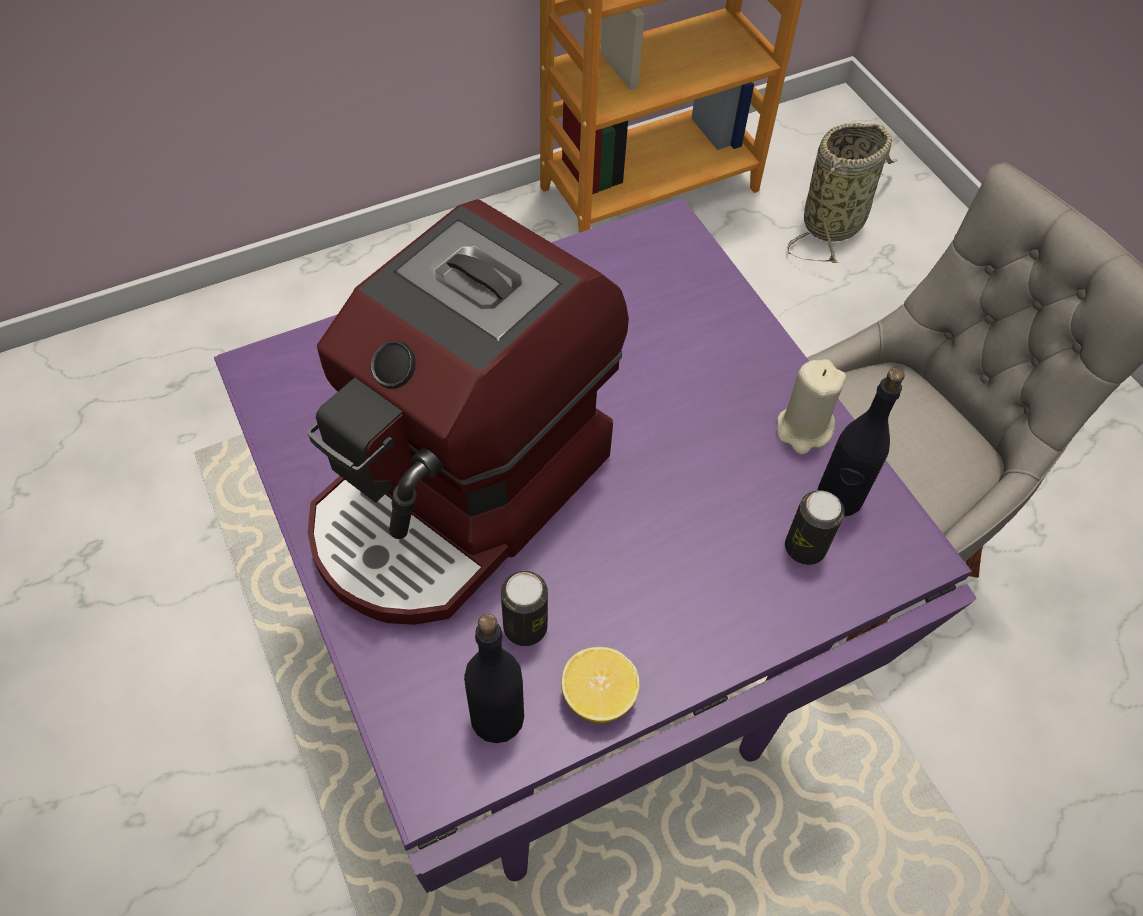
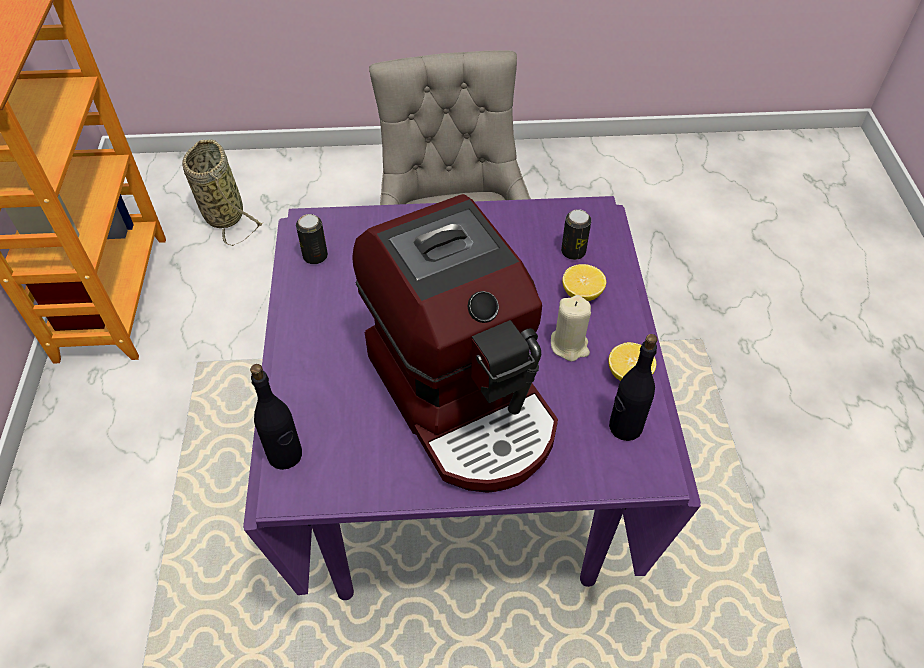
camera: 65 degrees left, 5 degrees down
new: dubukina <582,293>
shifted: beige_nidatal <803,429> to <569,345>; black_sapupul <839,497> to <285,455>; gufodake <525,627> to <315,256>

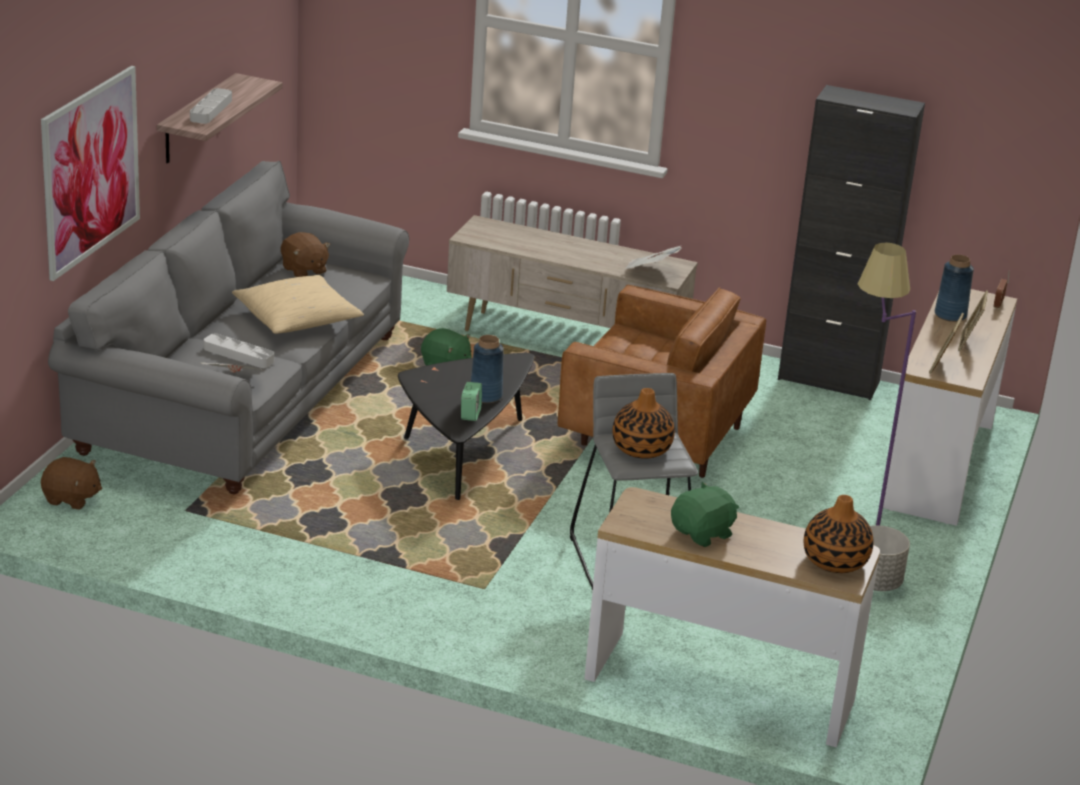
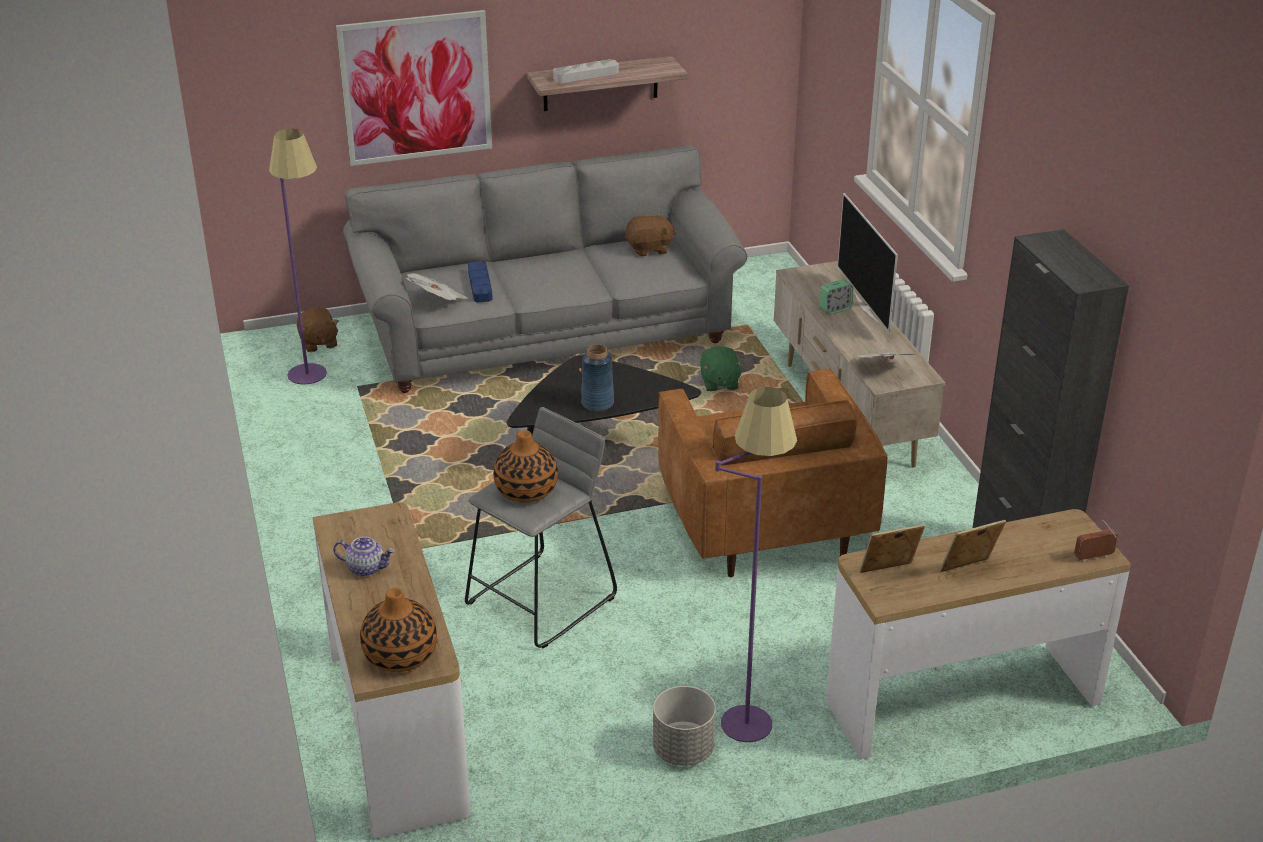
camera: 55 degrees right, 5 degrees up
gone: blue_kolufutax <950,315>; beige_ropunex <297,319>
new: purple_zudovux <315,381>; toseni <867,308>
shifted: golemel <470,414> to <835,309>
swapped: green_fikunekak <703,533> to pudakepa <366,568>
repainted: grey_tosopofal <238,355> to blue_tosopofal <480,285>
rotated: brown_fikunekak <304,270> = <649,249> 120 degrees counterclockwise

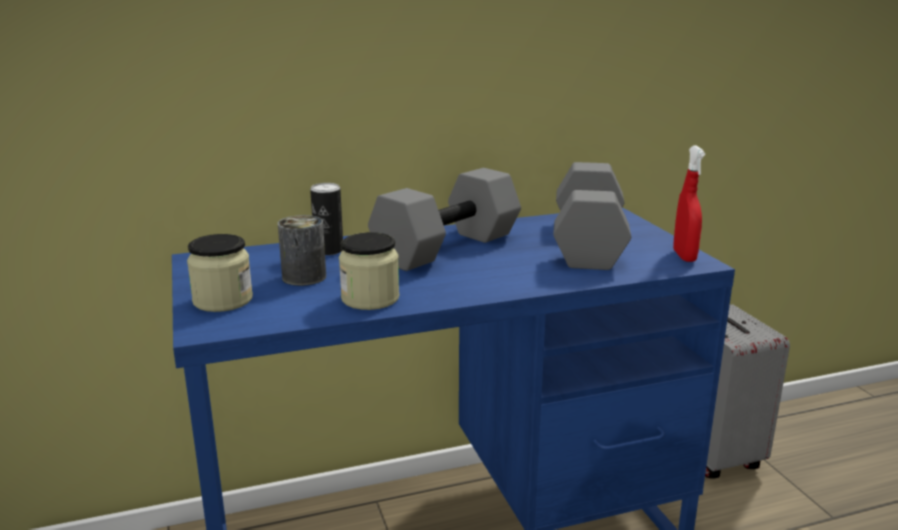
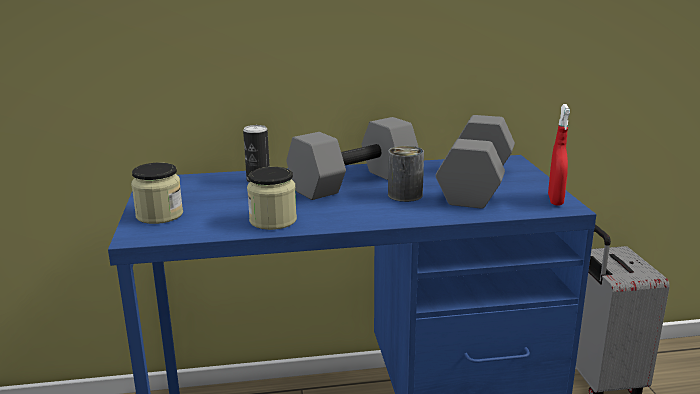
camera: 10 degrees right, 0 degrees up
shifted: gufodake <304,277> to <405,195>

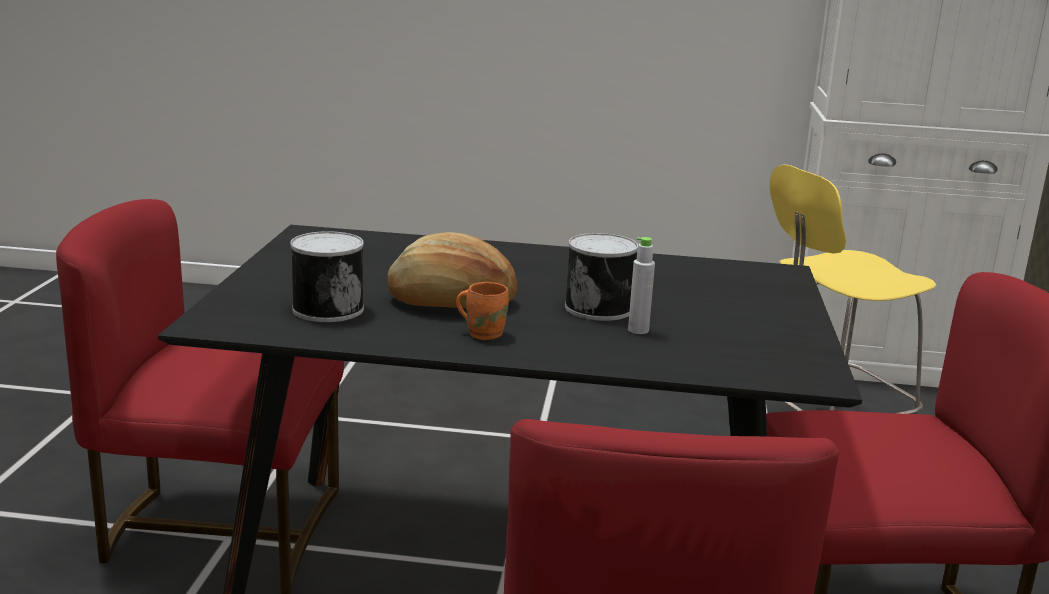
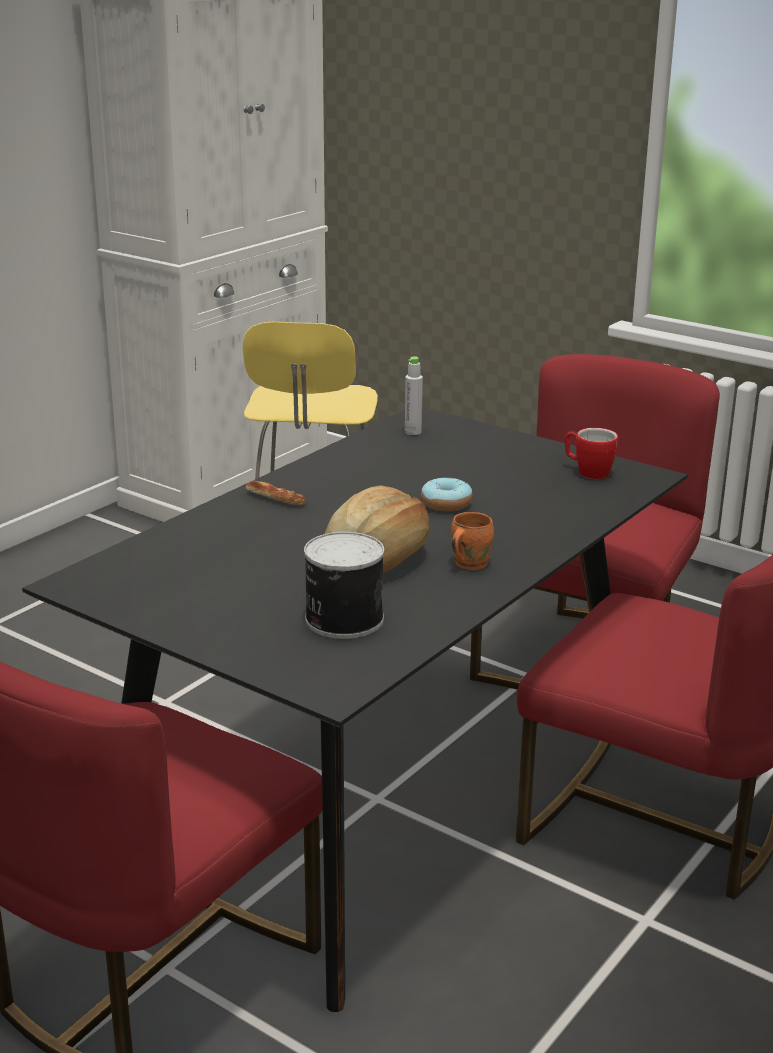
camera: 60 degrees left, 5 degrees up
new: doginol <587,472>; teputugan <275,499>
shifted: grey_sapupul <638,330> to <413,432>
swapped: gufodake <600,308> to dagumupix <446,504>

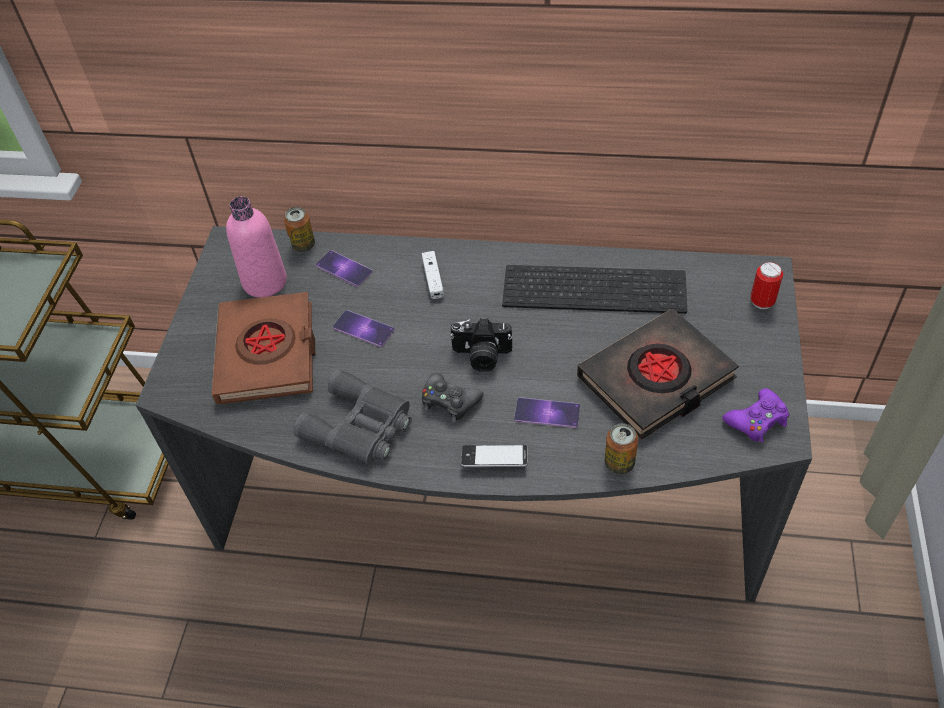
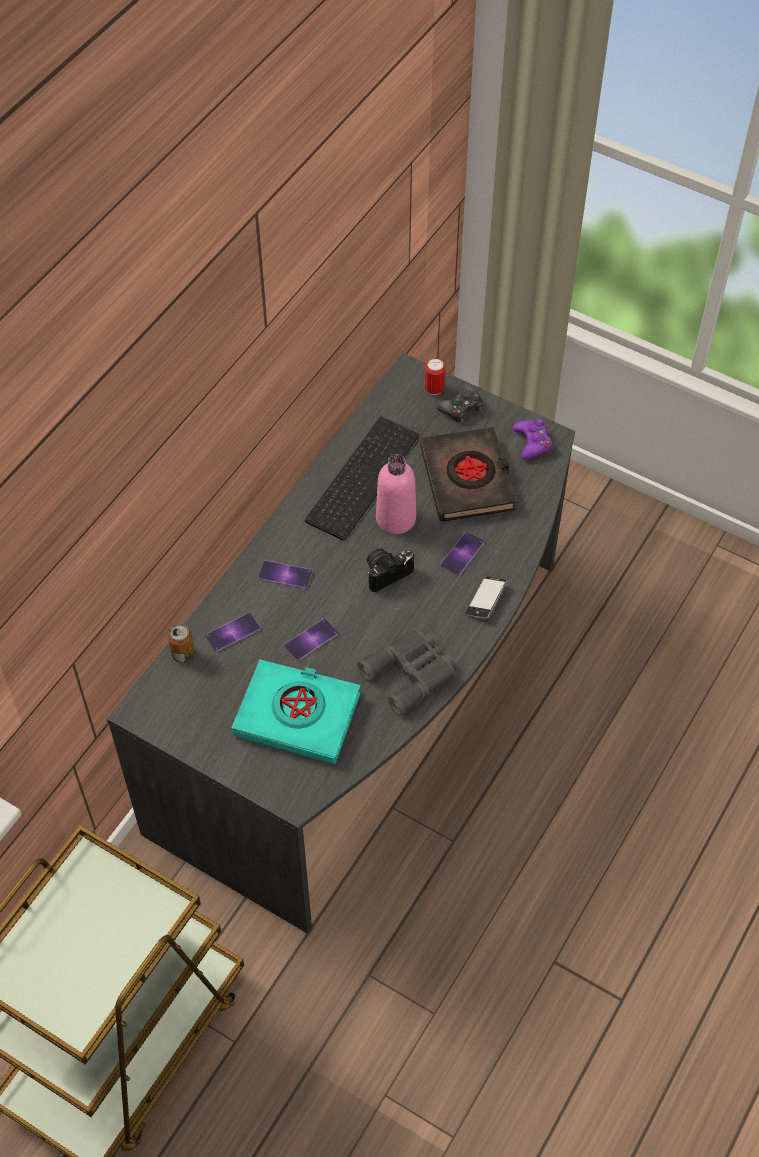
camera: 70 degrees left, 5 degrees up
gone: gufodake <619,463>
shifted: pink_sapupul <265,282> to <395,519>; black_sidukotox <449,401> to <461,408>
swapped: white_sidukotox <433,279> to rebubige <285,574>
repainted: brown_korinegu <267,353> to turquoise_korinegu <297,715>
rotated: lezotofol <481,356> = <386,572> 150 degrees counterclockwise

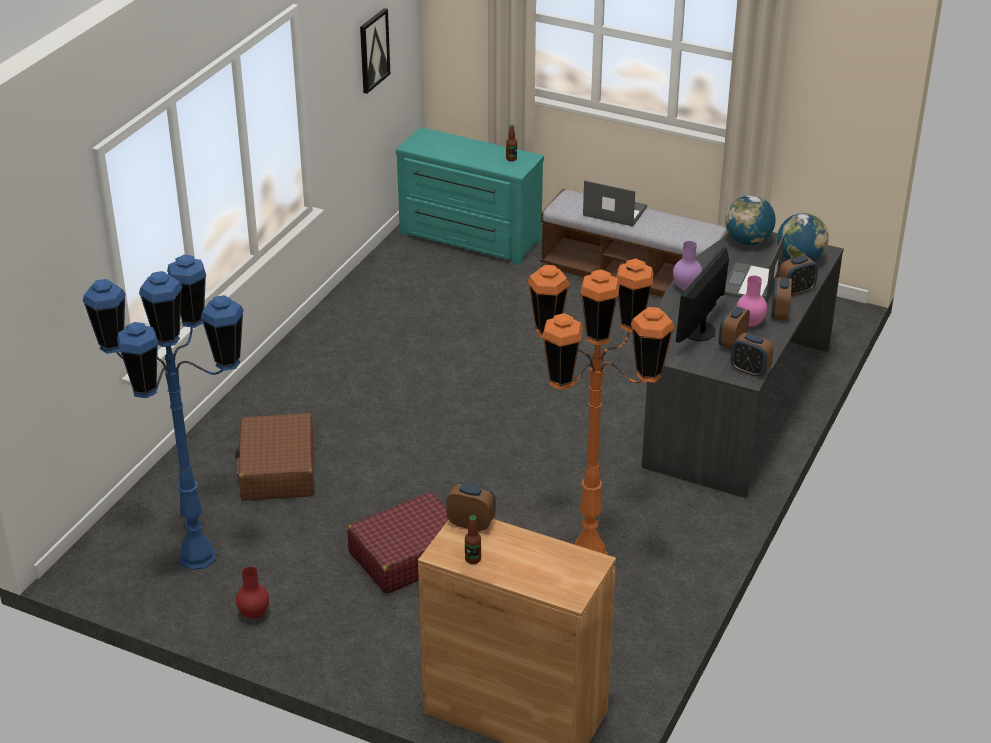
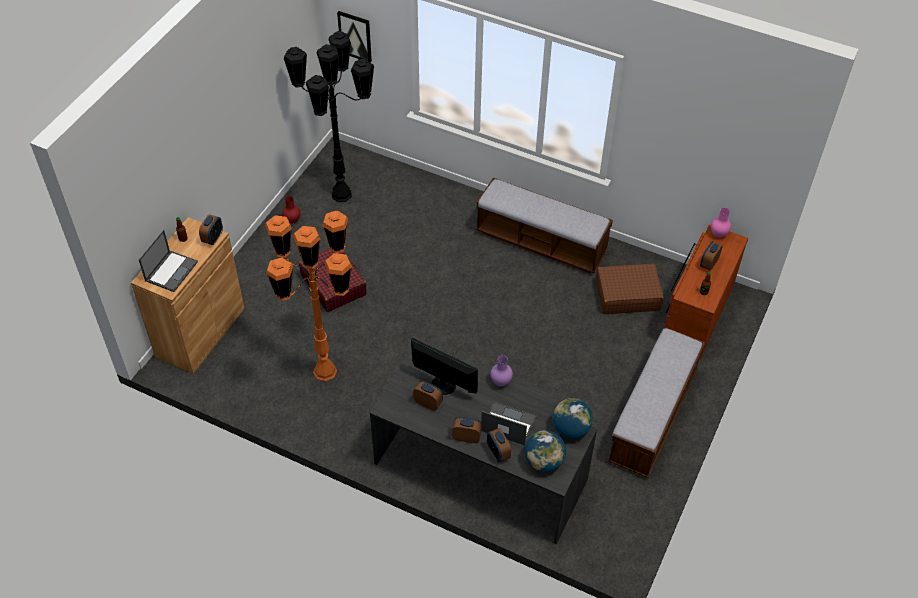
camera: 90 degrees right, 15 degrees up
new: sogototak <541,242>
shifted: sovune <373,50> to <355,36>; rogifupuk <614,211> to <171,271>; pink_kolufutax <750,324> to <718,234>; golemel <750,370> to <708,264>; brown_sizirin <277,470> to <627,295>
repainted: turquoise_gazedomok <468,238> to brown_gazedomok <695,314>; blue_zudovux <198,556> to black_zudovux <342,195>

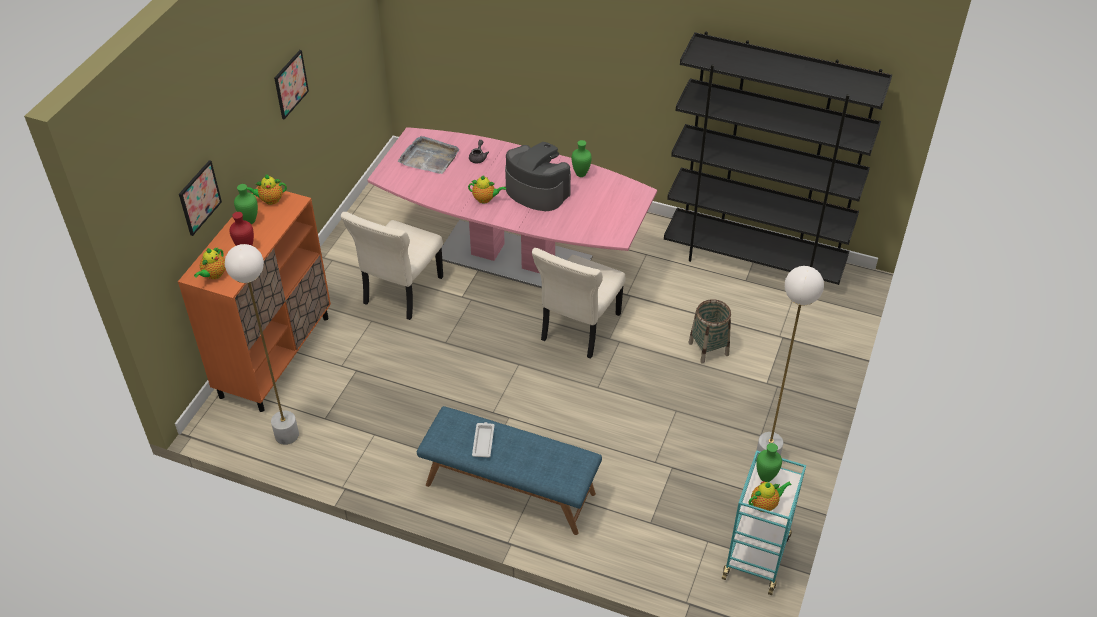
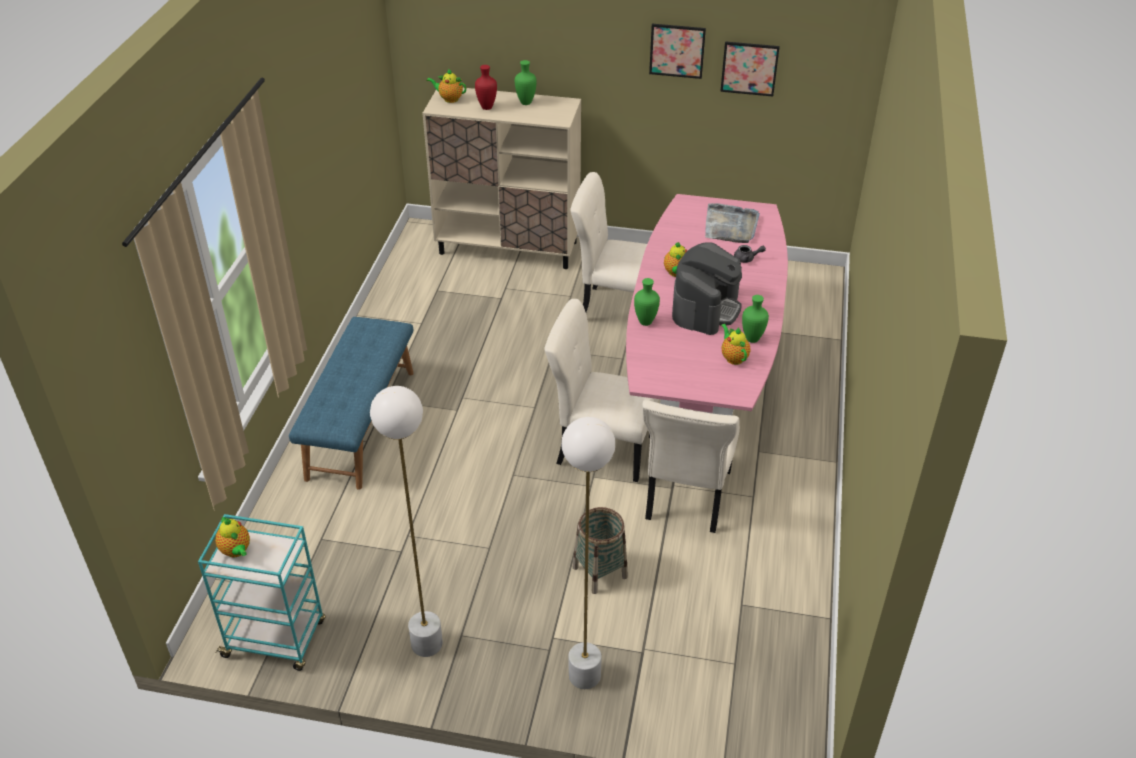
camera: 80 degrees right, 5 degrees down
gone: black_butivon <753,260>; white_tosopofal <483,441>
new: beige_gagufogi <686,498>
shifted: sovune <199,197> to <749,68>; pudakepa <269,200> to <733,357>; white_zudovux <287,435> to <584,675>; green_kolufutax <766,478> to <645,323>
repainted: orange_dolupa <275,356> to beige_dolupa <509,248>

